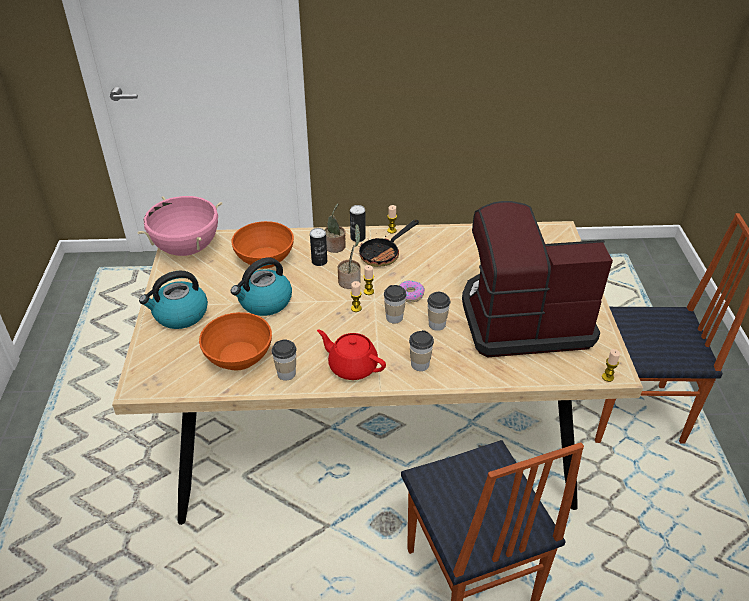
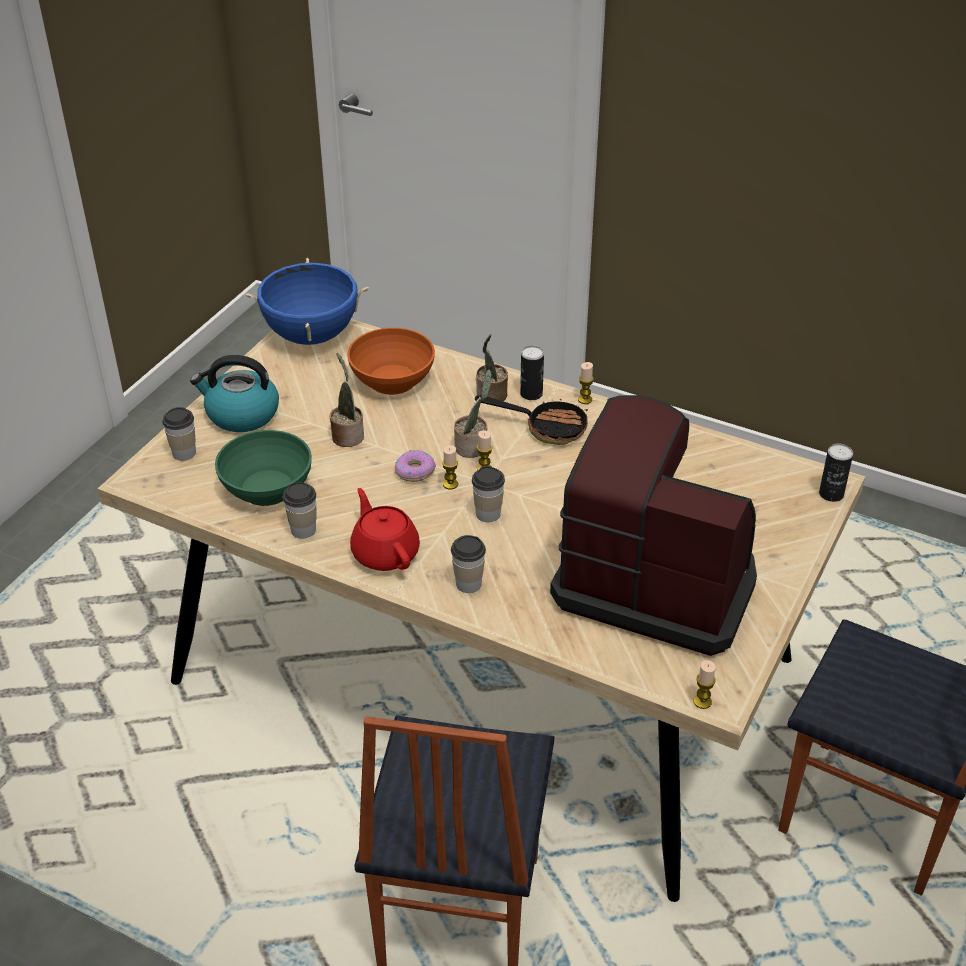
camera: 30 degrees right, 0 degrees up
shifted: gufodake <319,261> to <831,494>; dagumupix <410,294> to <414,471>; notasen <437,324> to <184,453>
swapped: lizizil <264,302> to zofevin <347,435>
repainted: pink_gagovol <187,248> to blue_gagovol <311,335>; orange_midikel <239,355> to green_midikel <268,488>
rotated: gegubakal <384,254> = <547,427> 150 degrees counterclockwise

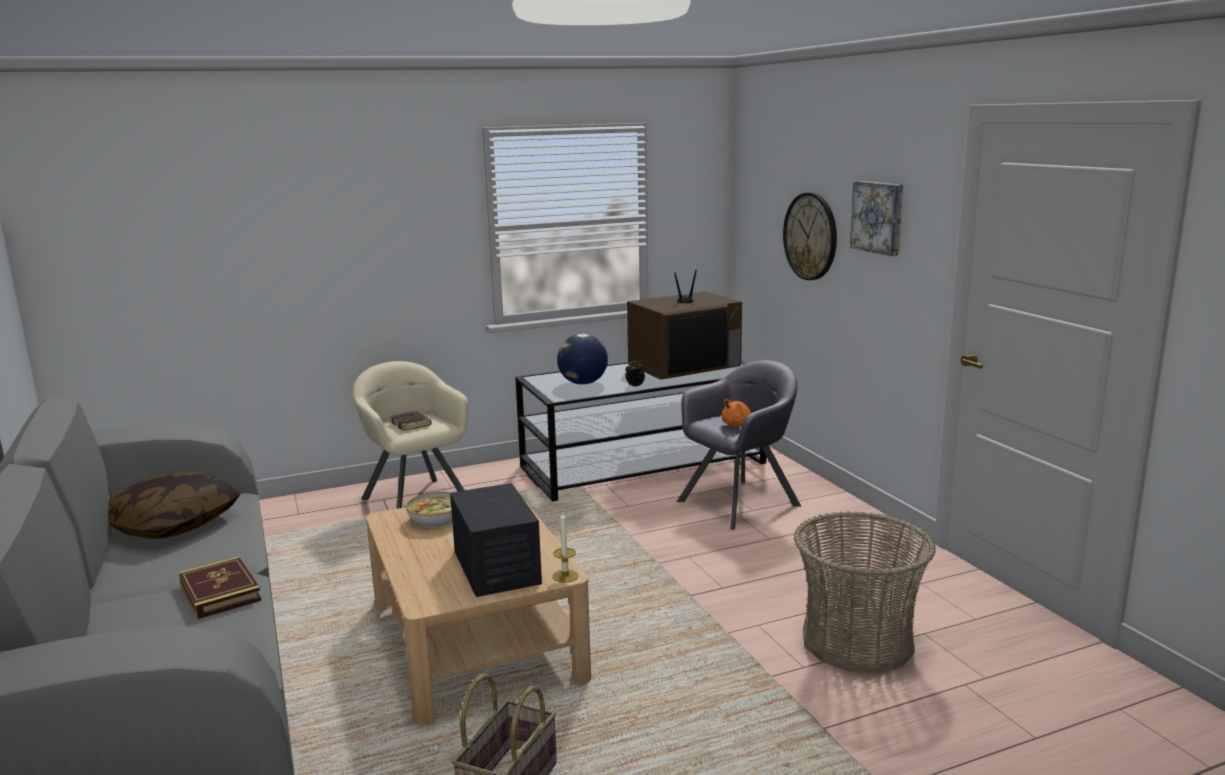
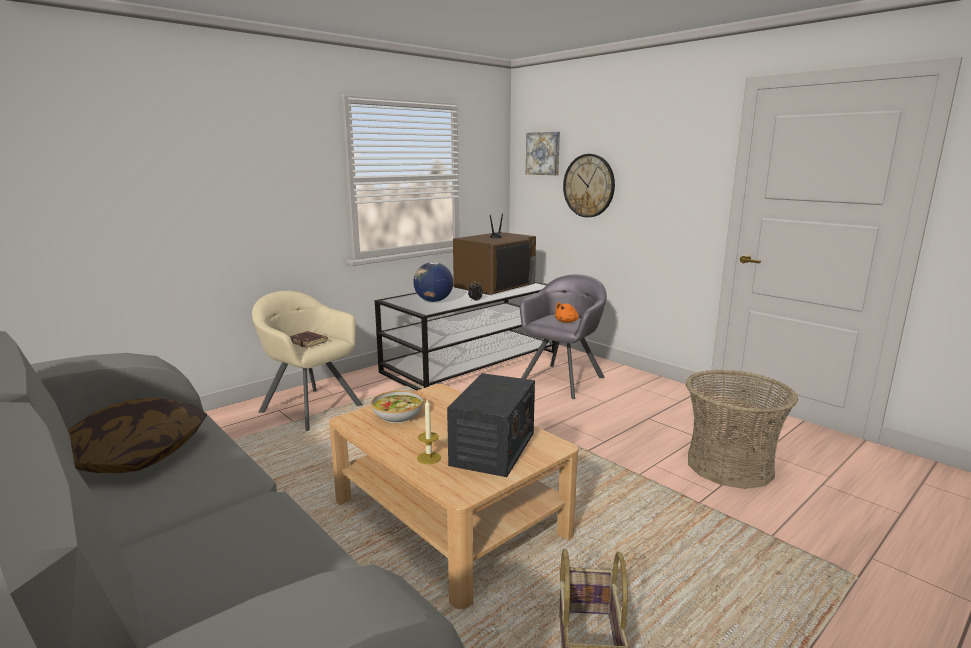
camera: 20 degrees left, 0 degrees up
gone: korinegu <220,592>
shifted: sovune <878,217> to <543,153>; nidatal <565,576> to <429,458>
rotated: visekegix <497,567> = <493,449> 60 degrees clockwise

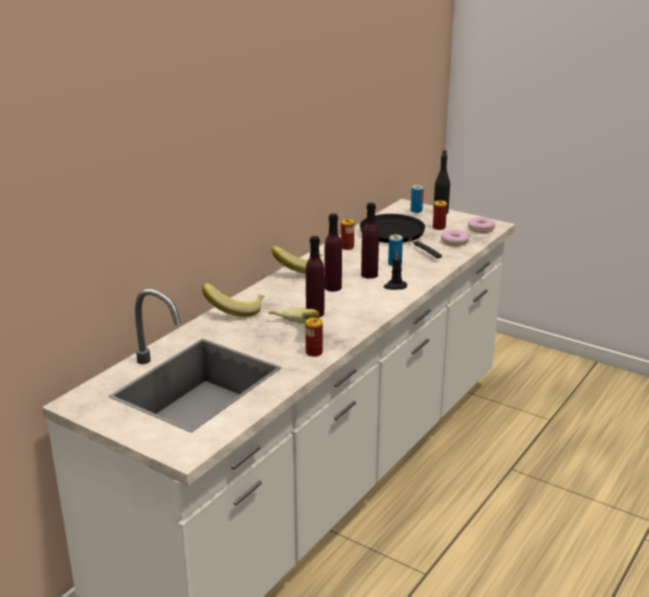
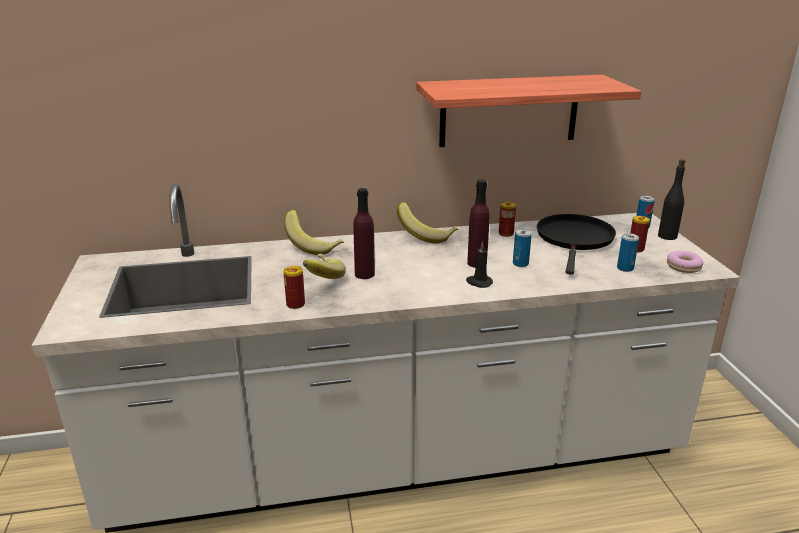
camera: 45 degrees right, 0 degrees up
gone: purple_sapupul <333,287>
new: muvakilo <509,111>
swapped: dagumupix <454,242> to gufodake <625,268>

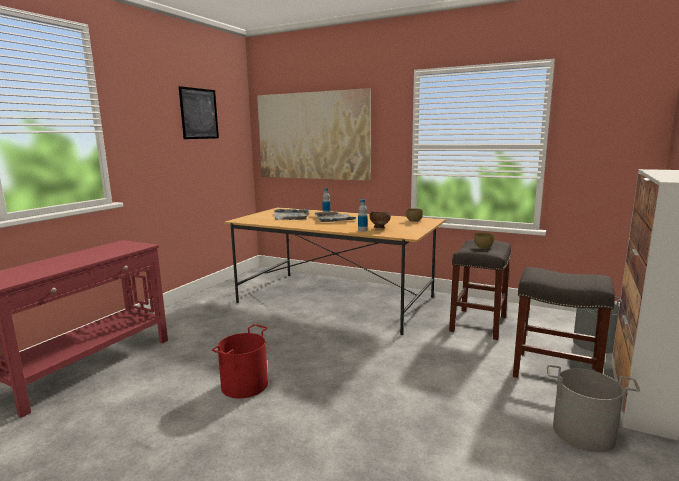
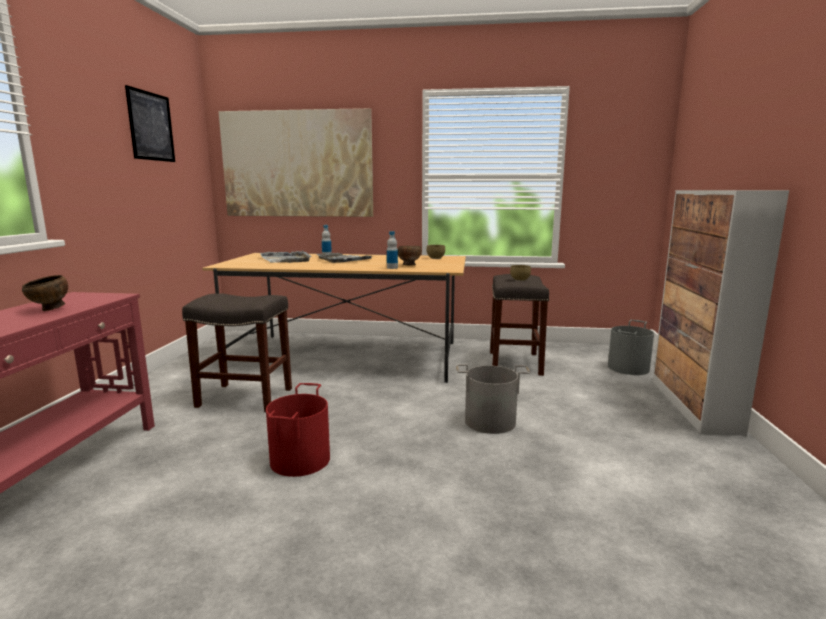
camera: 20 degrees left, 0 degrees up
new: brown_midikel <50,310>
shifted: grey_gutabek <554,372> to <243,398>; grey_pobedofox <583,433> to <490,422>

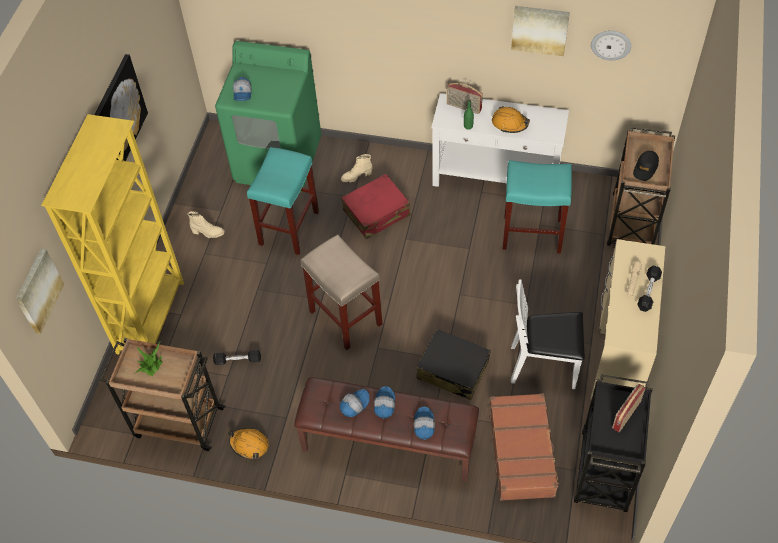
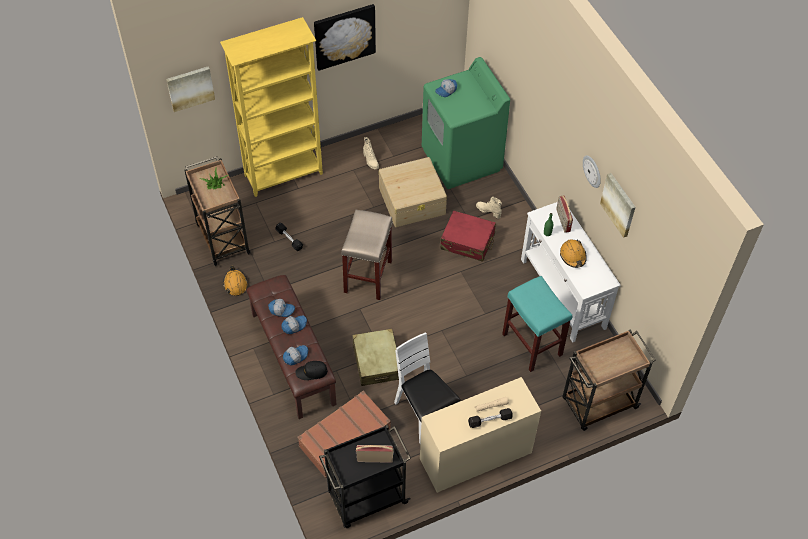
camera: 50 degrees right, 0 degrees up
shifted: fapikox <611,44> to <592,171>; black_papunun <645,168> to <311,372>
swapped: turquoise_gutabek <289,227> to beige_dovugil <412,200>
repainted: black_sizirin <452,370> to beige_sizirin <377,362>

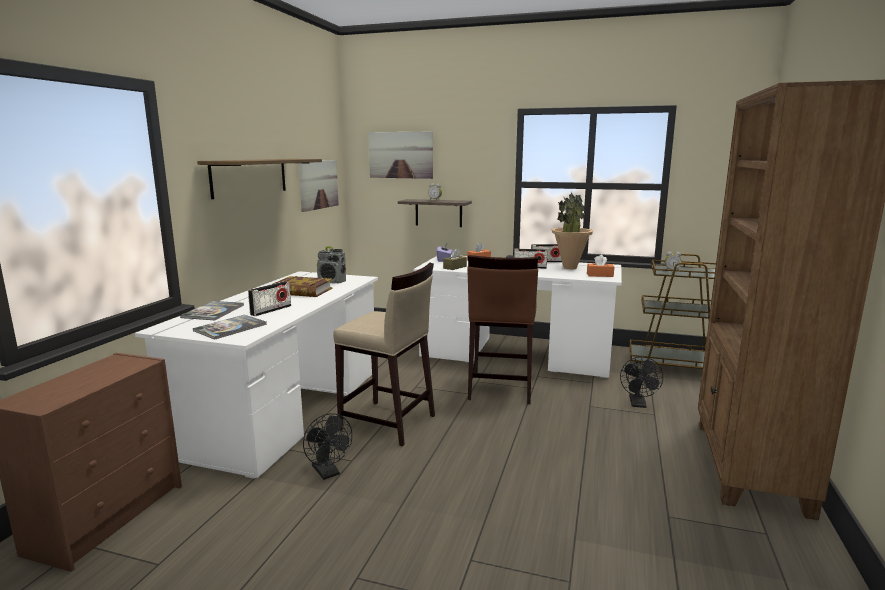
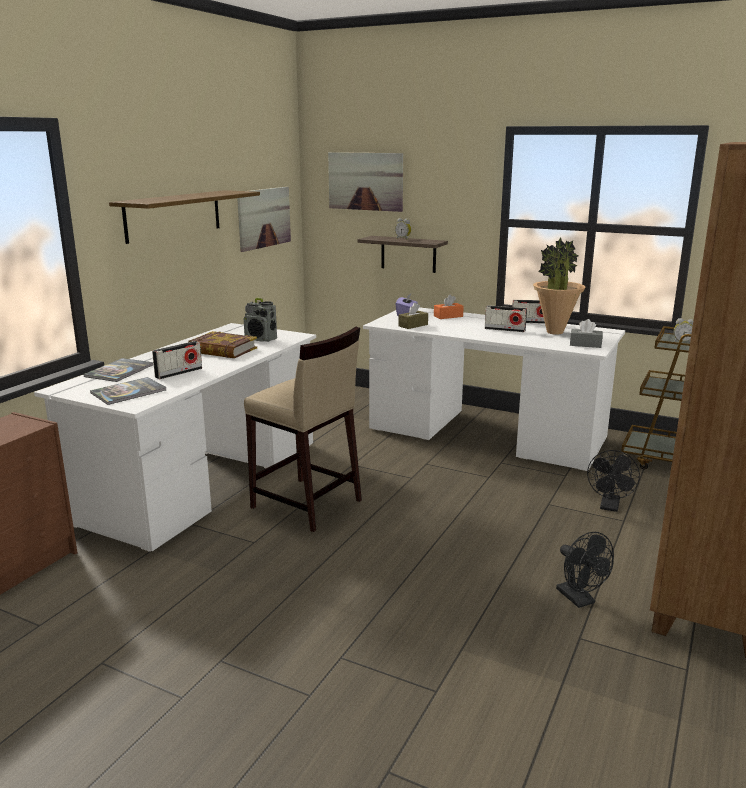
camera: 10 degrees right, 5 degrees up
gone: brown_gutabek <499,388>
shifted: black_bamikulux <328,473> to <580,599>
repainted: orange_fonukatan <600,275> to grey_fonukatan <585,344>

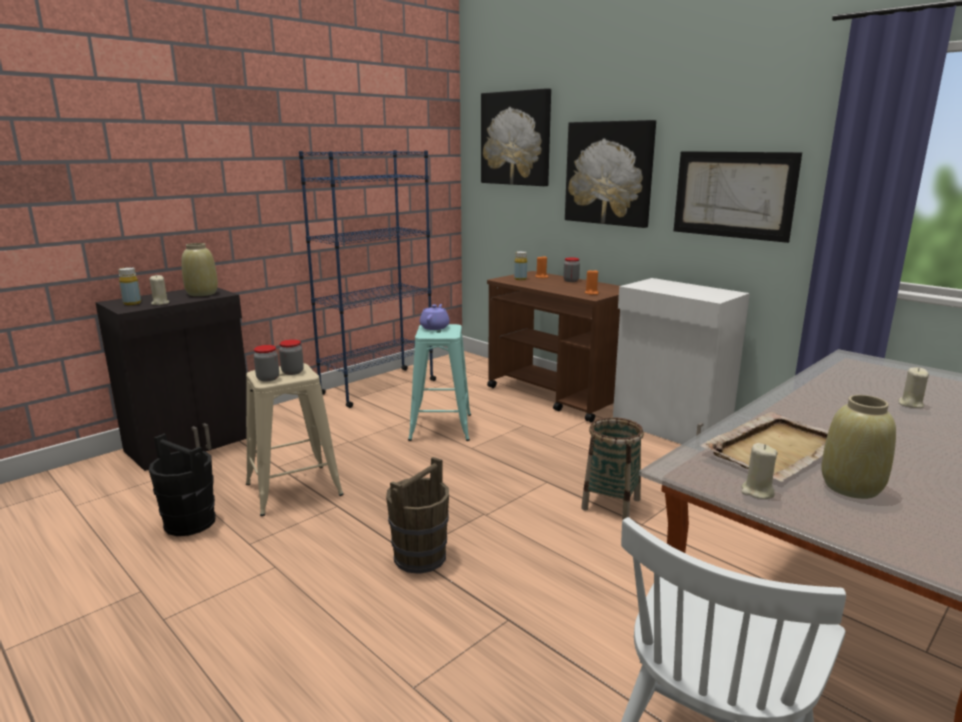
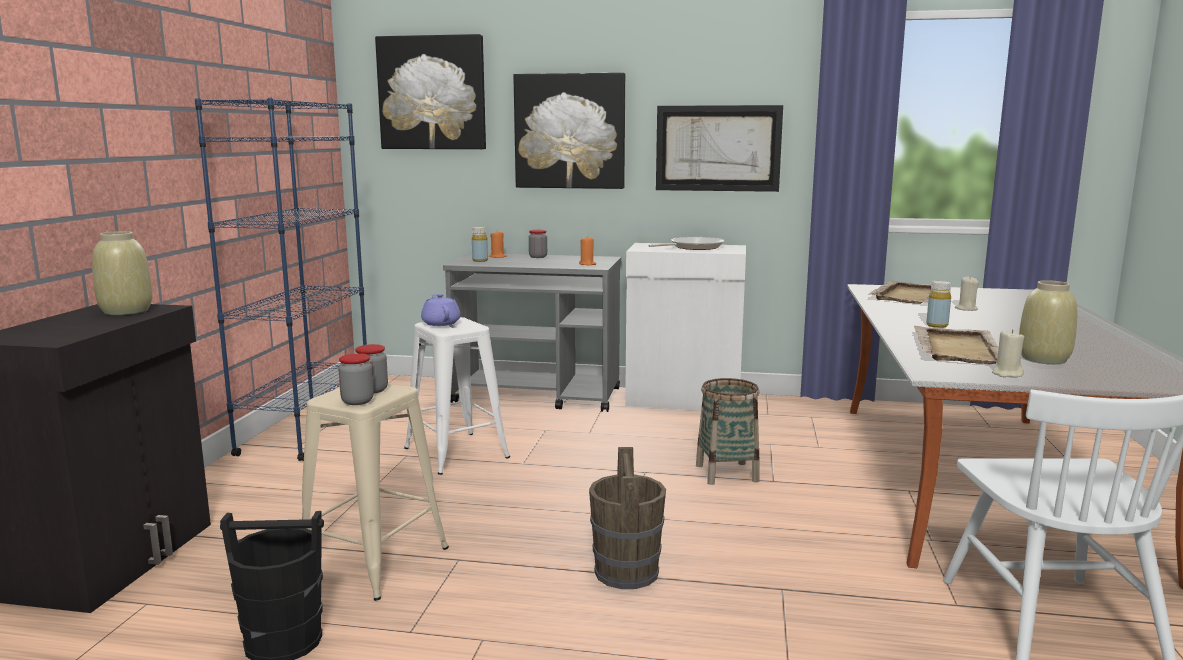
camera: 35 degrees left, 5 degrees down
gone: beige_nidatal <160,303>
new: gegubakal <693,247>; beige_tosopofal <908,295>
shifted: yellow_sapupul <132,303> to <937,325>
repainted: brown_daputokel <557,396> to grey_daputokel <538,396>; turquoise_gutabek <440,427> to white_gutabek <456,453>

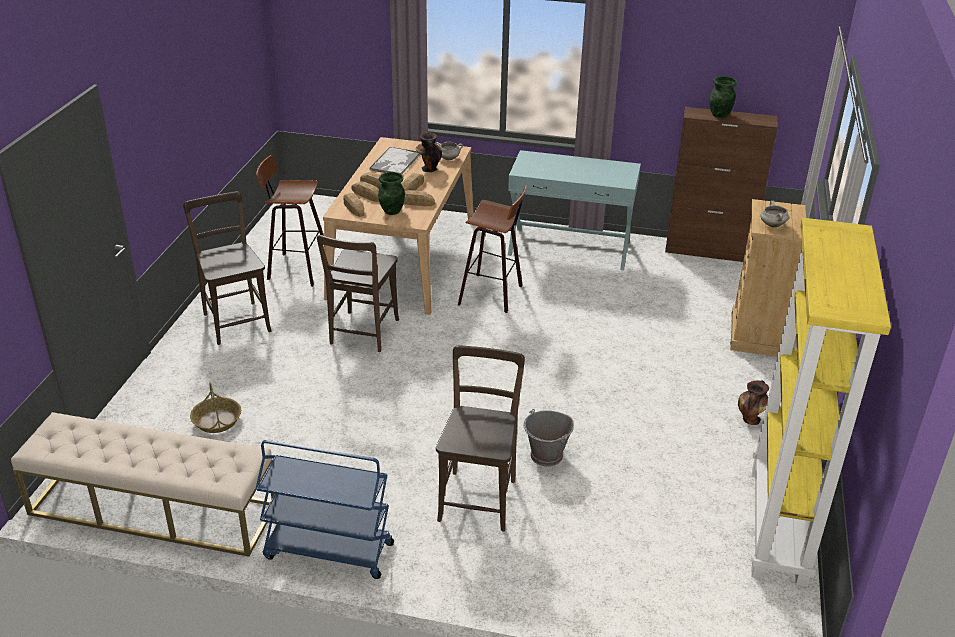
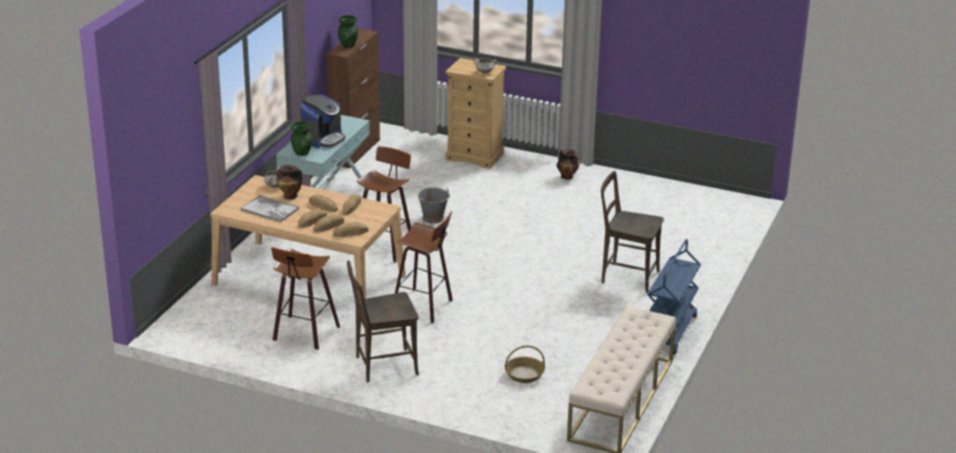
camera: 80 degrees left, 5 degrees down
gone: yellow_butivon <779,525>
new: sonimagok <323,139>
shifted: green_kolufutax <392,211> to <302,153>; grey_pobedofox <546,456> to <433,218>
swapped: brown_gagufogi <362,334> to gutabek <424,306>

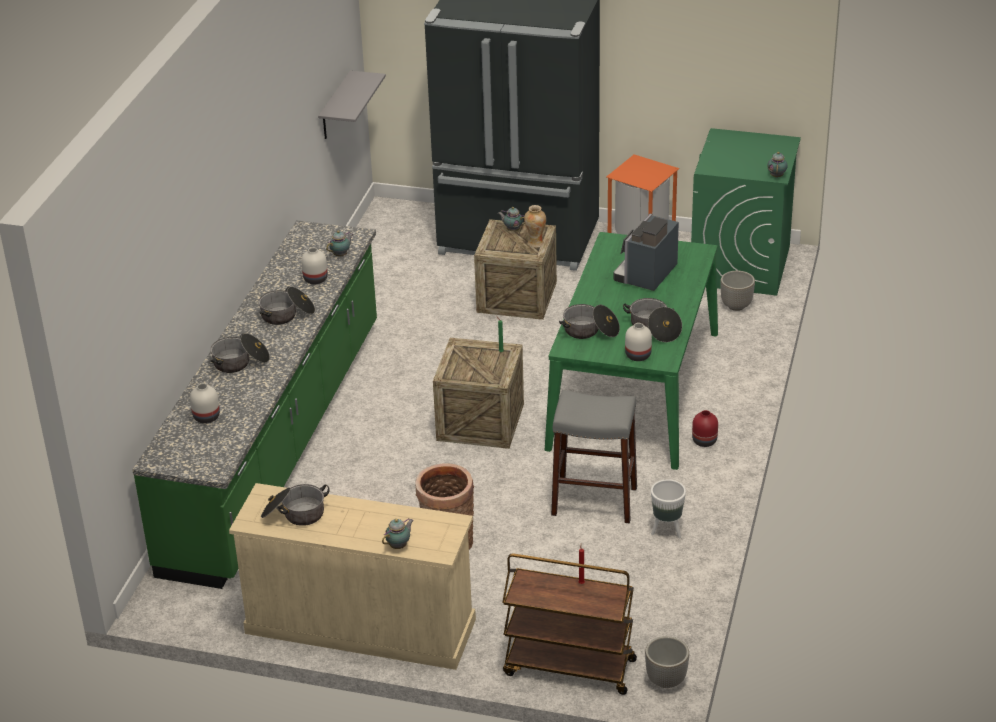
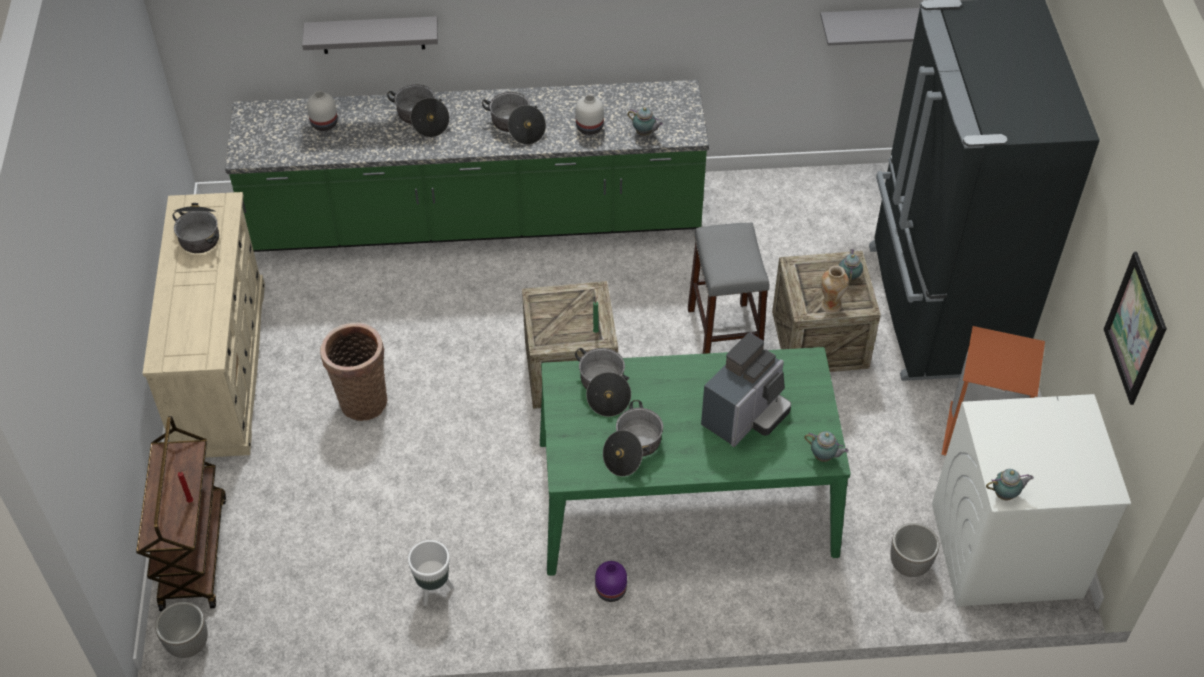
camera: 70 degrees right, 15 degrees up
gone: white_kolufutax <638,355>
new: grey_muvakilo <372,35>; sovune <1135,328>
shifted: grey_gutabek <594,501> to <724,336>; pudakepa <399,545> to <824,457>
repainted: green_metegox <740,266> to white_metegox <1004,550>; red_kolufutax <705,441> to purple_kolufutax <611,591>
rotated: sonimagok <646,275> = <745,415> 120 degrees clockwise

